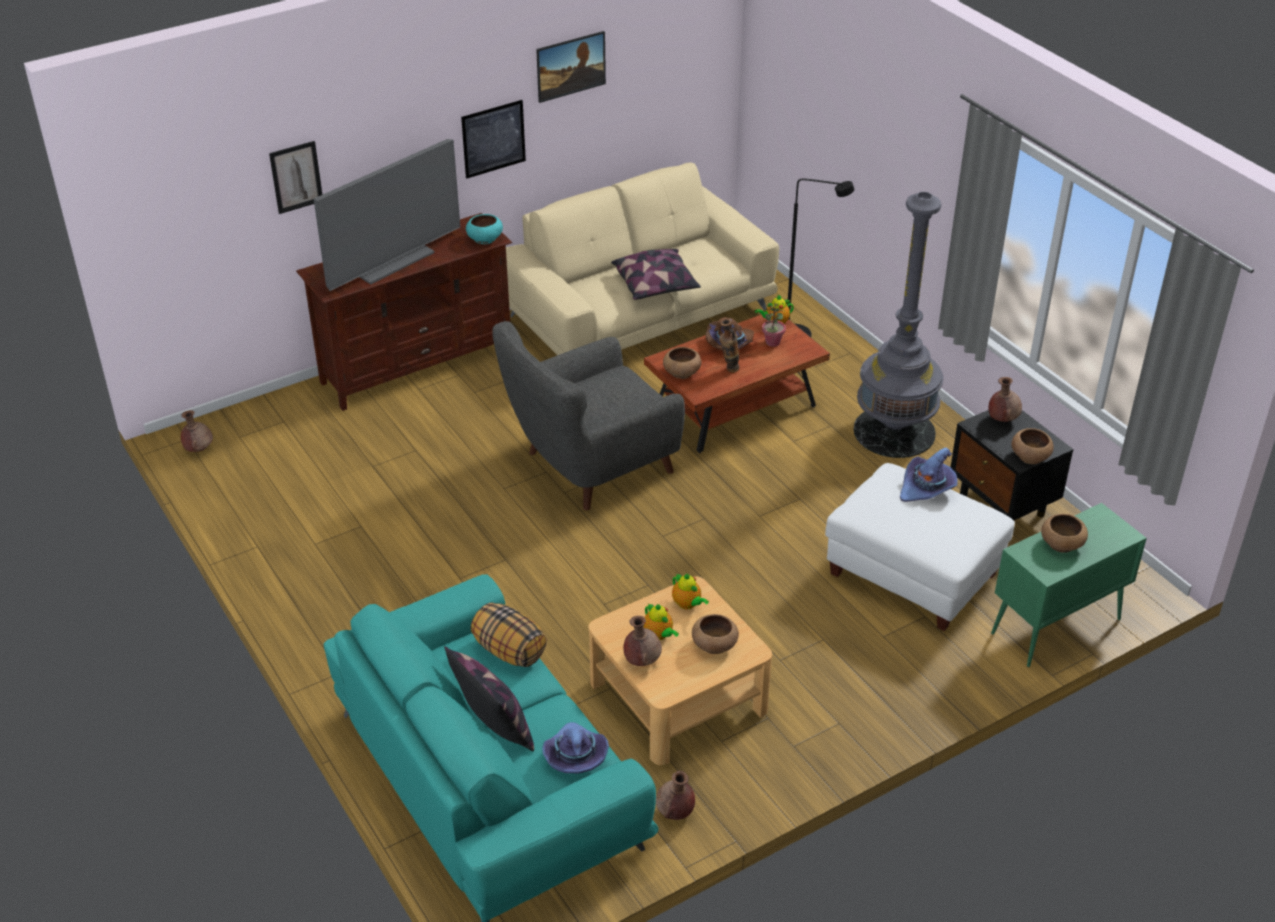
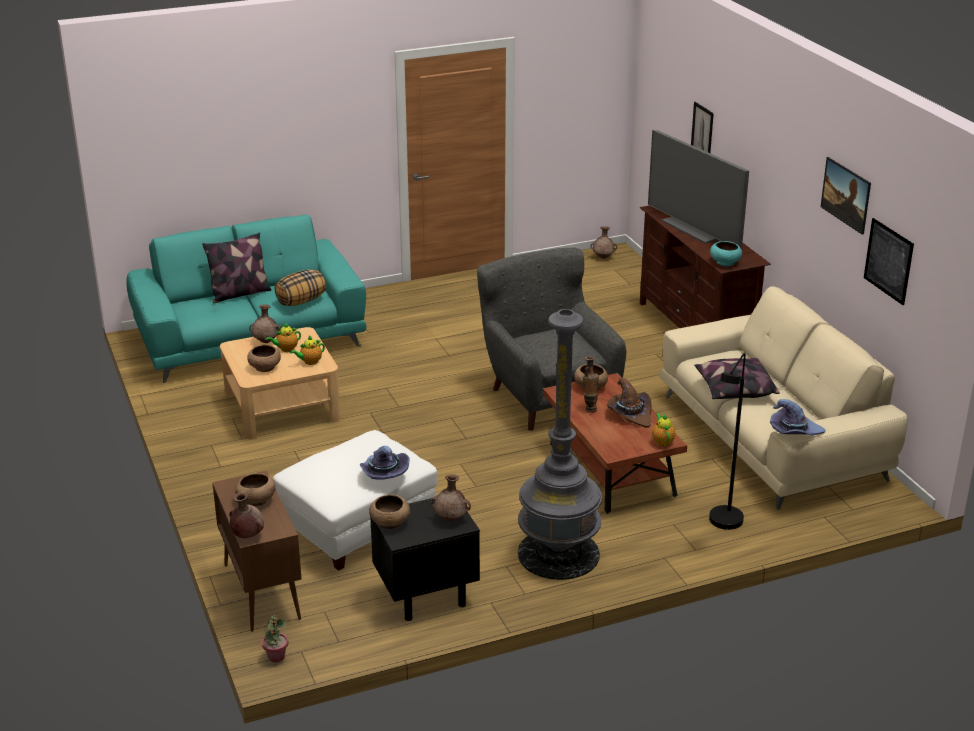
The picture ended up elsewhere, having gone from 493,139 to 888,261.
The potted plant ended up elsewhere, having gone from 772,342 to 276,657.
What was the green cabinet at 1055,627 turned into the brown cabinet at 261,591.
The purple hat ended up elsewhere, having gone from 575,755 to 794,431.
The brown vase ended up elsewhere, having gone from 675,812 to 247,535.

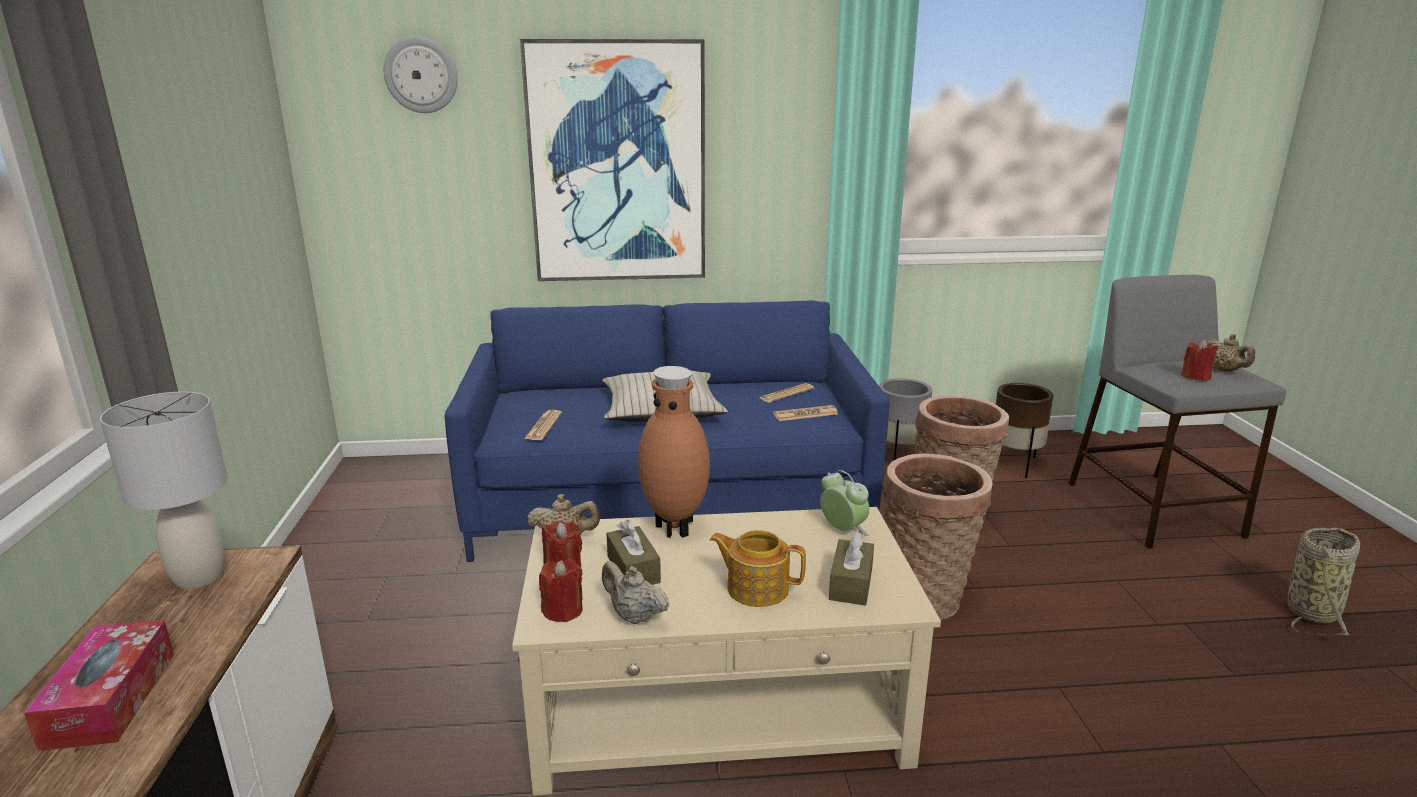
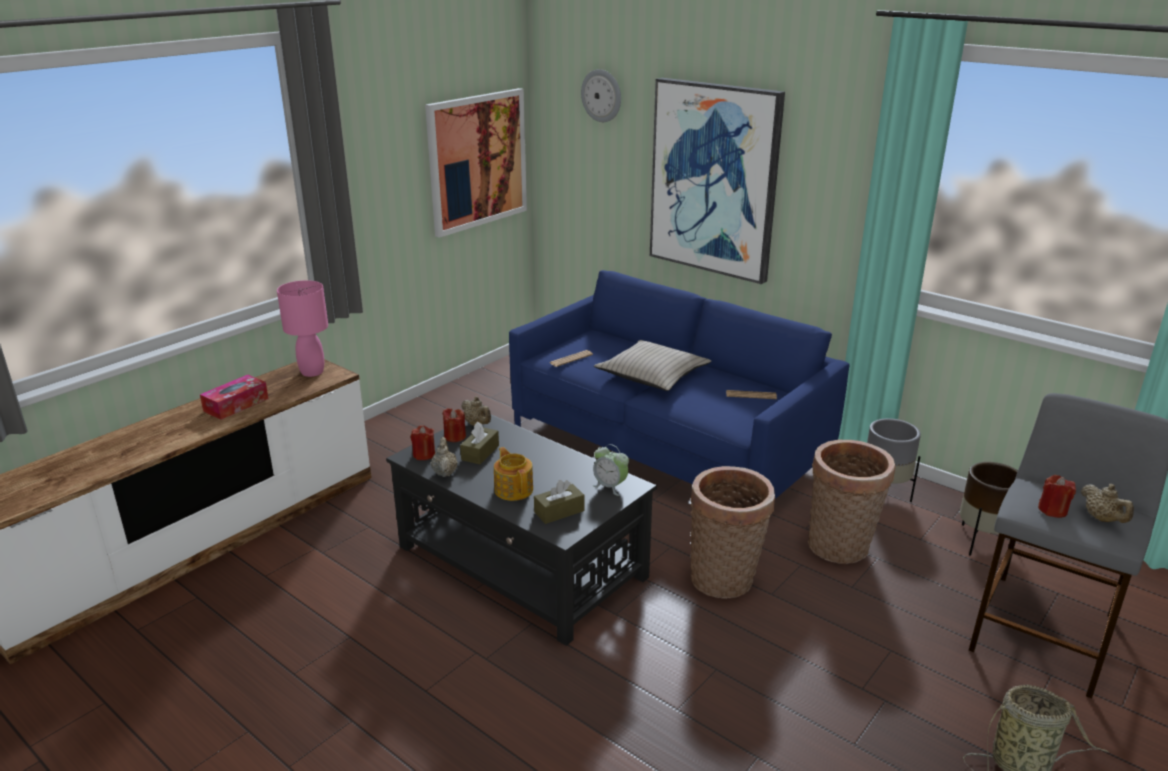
The beige teapot at 1225,370 ended up facing another way, 45 degrees counterclockwise from before.
The second view lost the brown vase at 676,527.
What was the grey table lamp at 200,576 turned into the pink table lamp at 312,372.
The second view lost the newspaper at 805,414.
The alarm clock at 842,530 ended up facing another way, 120 degrees clockwise from before.
What was the beige coffee table at 720,707 turned into the black coffee table at 522,562.
The second view gained the picture at 477,161.

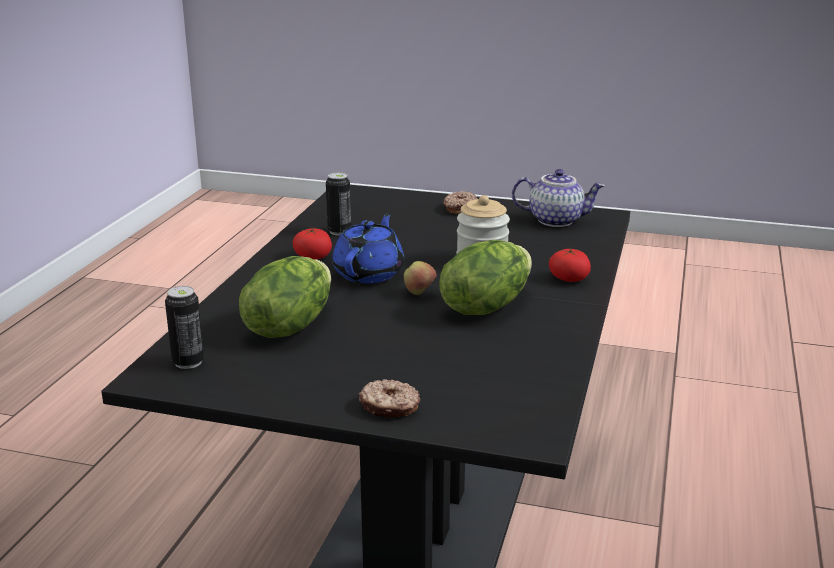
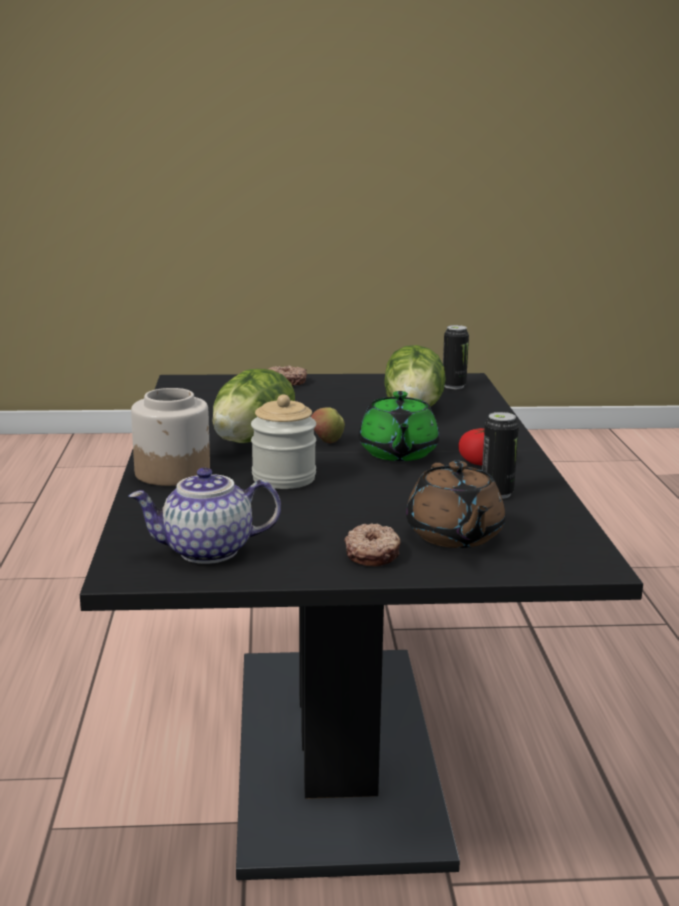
What was the blue teapot at 369,273 turned into the green teapot at 398,453.
Where the tomato stood at 569,278, the jar came to stand at 173,472.
The second view gained the brown teapot at 454,536.

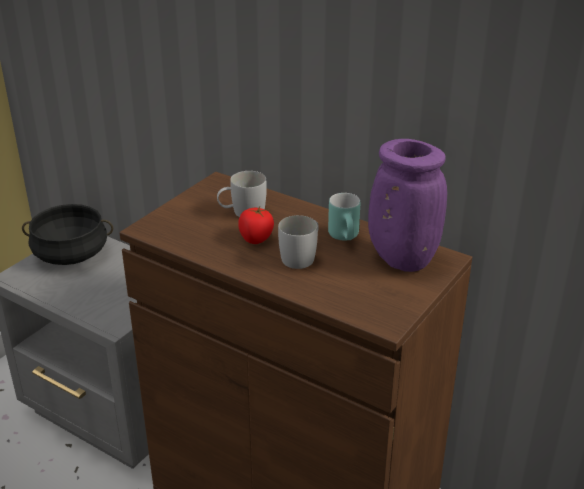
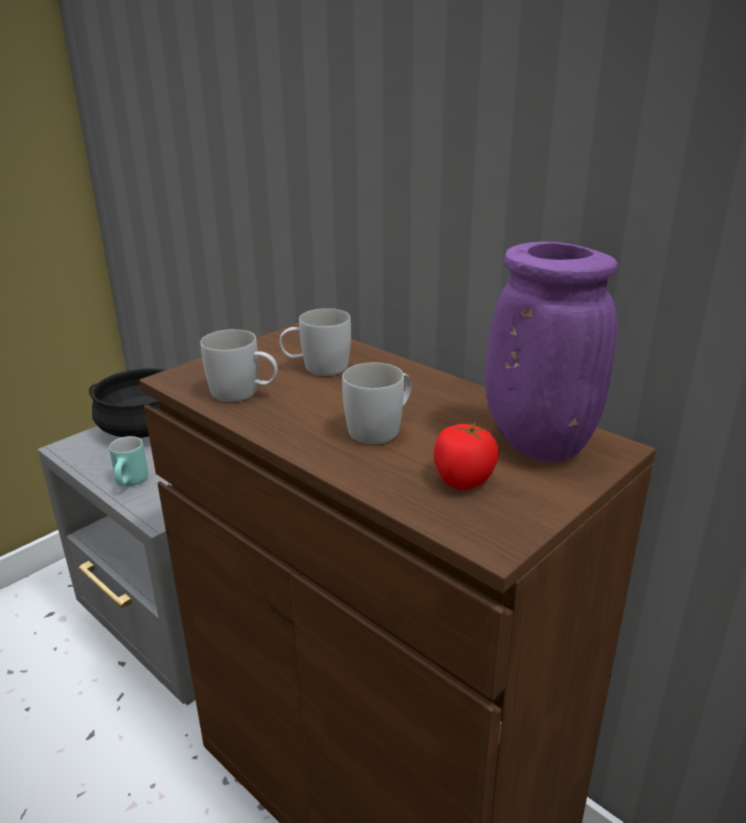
The turquoise mug ended up elsewhere, having gone from 347,238 to 132,483.
The tomato ended up elsewhere, having gone from 256,238 to 463,480.
The second view gained the white mug at 244,393.

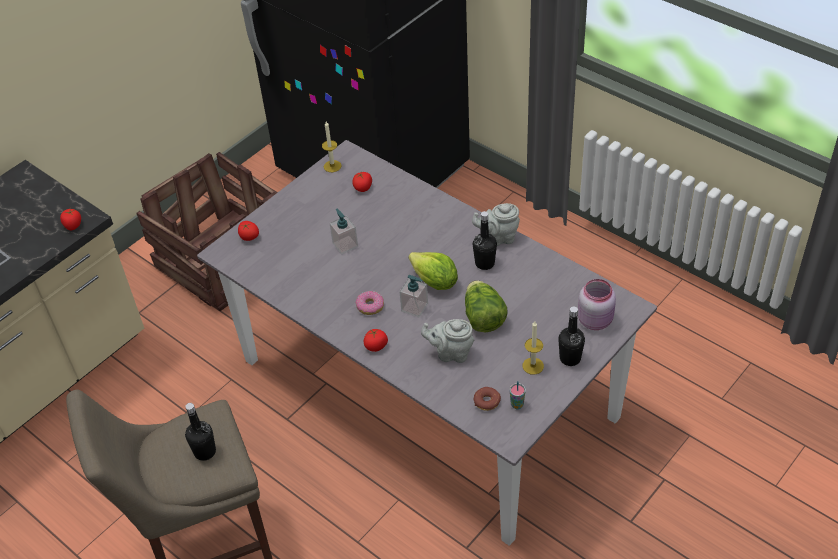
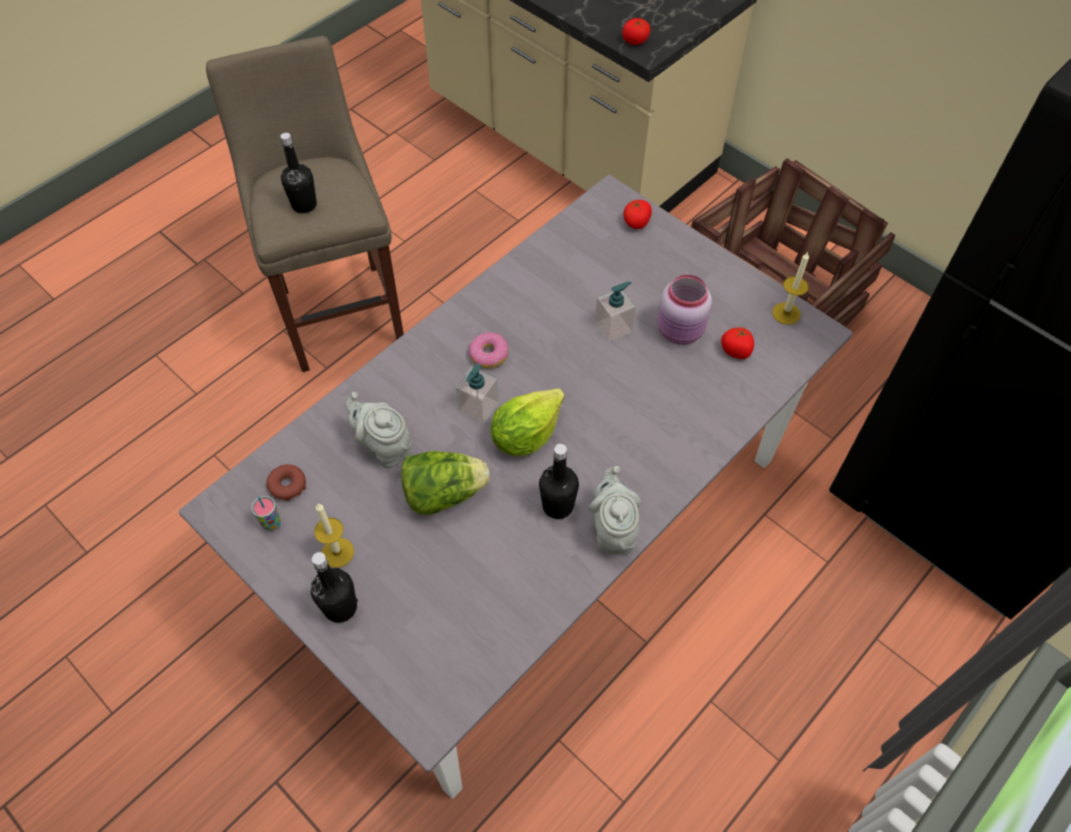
The pink jar ended up elsewhere, having gone from 596,320 to 681,332.
The grey teapot at 451,353 ended up facing another way, 60 degrees counterclockwise from before.
The second view lost the tomato at 376,346.

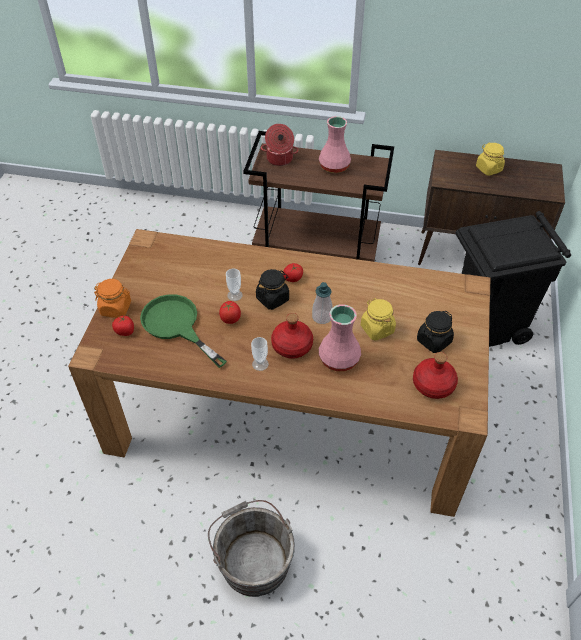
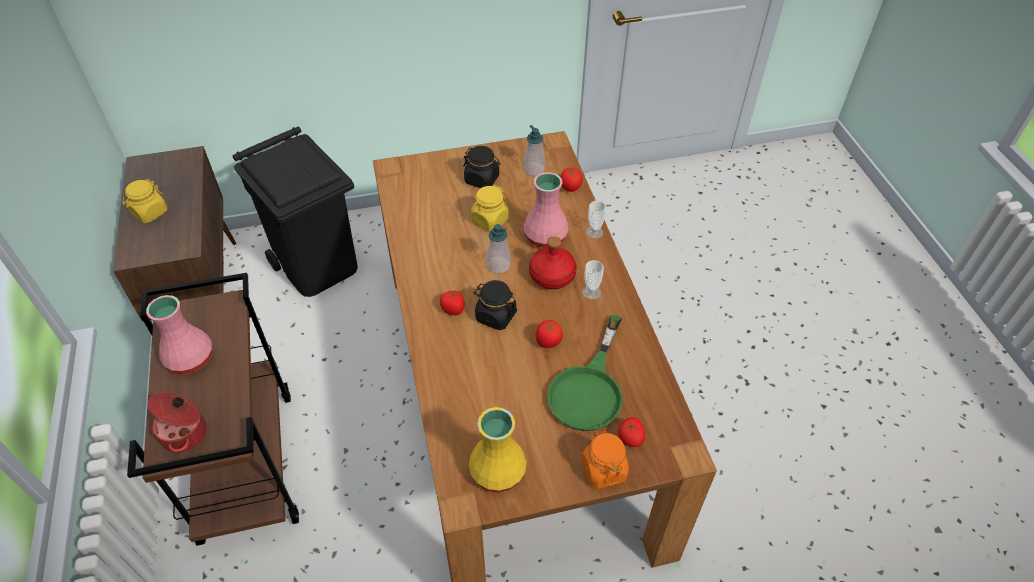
The cup ended up elsewhere, having gone from 234,295 to 594,232.
Where the red bottle stood at 432,384, the soap dispenser came to stand at 534,169.
The second view lost the grey bucket at 253,558.
The second view gained the tomato at 570,188.
The second view gained the yellow vase at 497,472.

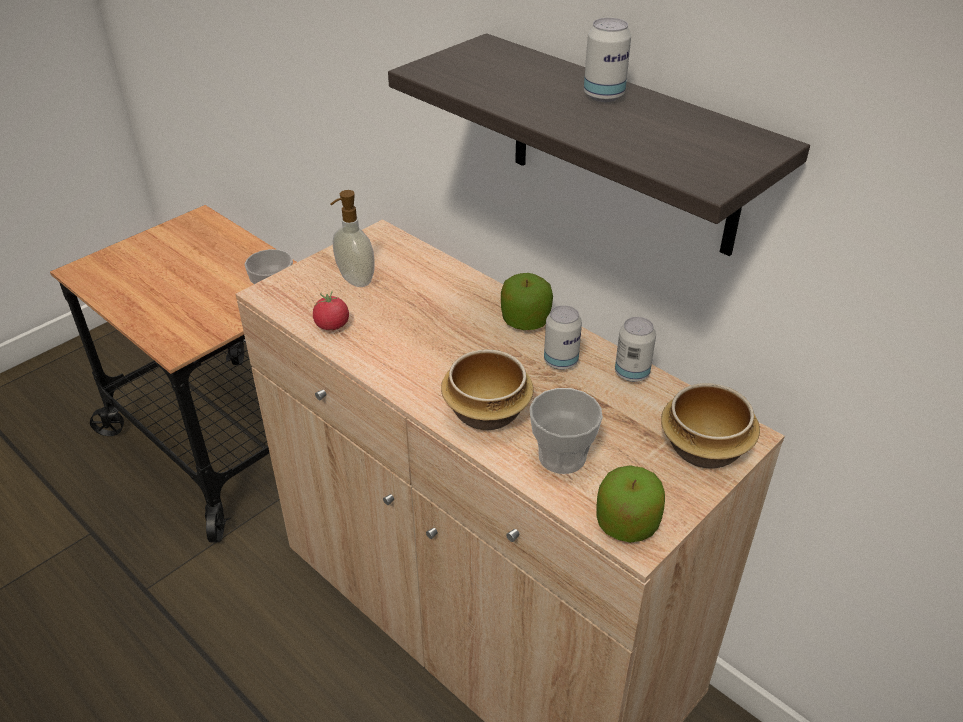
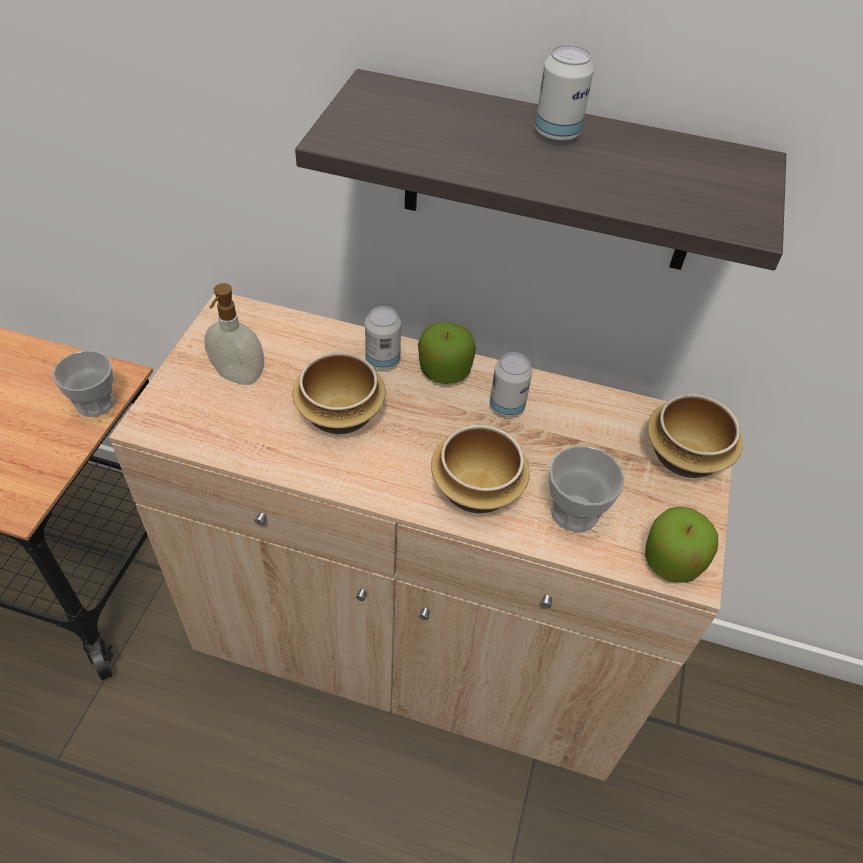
The second view lost the tomato at 332,325.
The can ended up elsewhere, having gone from 632,373 to 382,360.
The second view gained the bowl at 342,414.

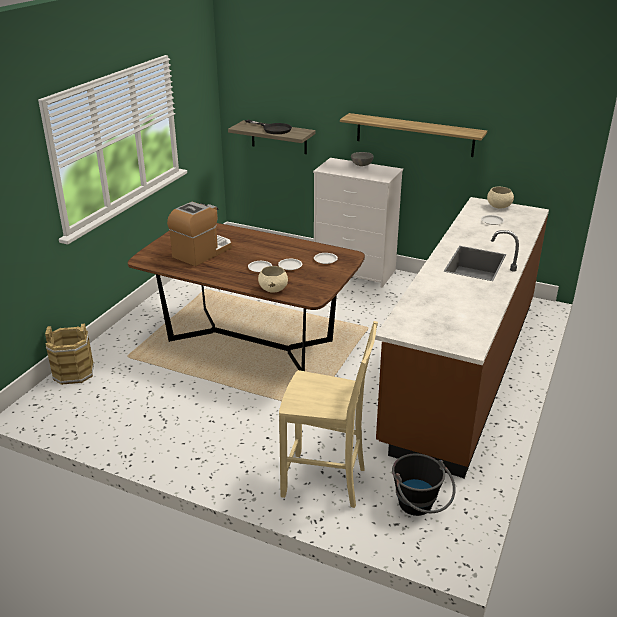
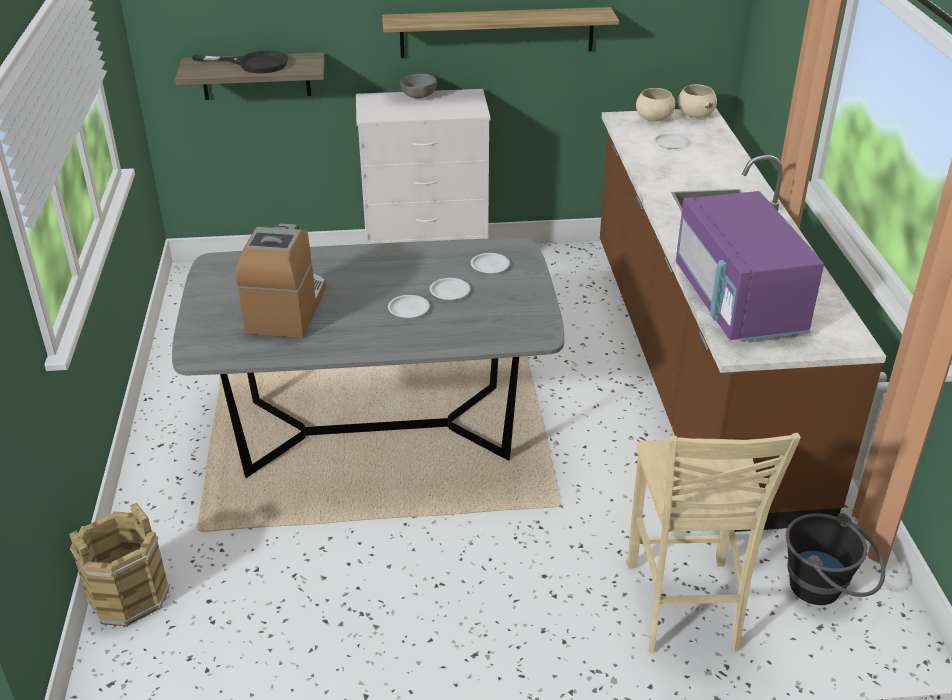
What was the brown dining table at 250,342 turned into the grey dining table at 377,432.
The beige bowl ended up elsewhere, having gone from 273,289 to 695,115.
The beige chair at 326,482 ended up facing another way, 105 degrees clockwise from before.
The second view gained the purple microwave at 738,303.

